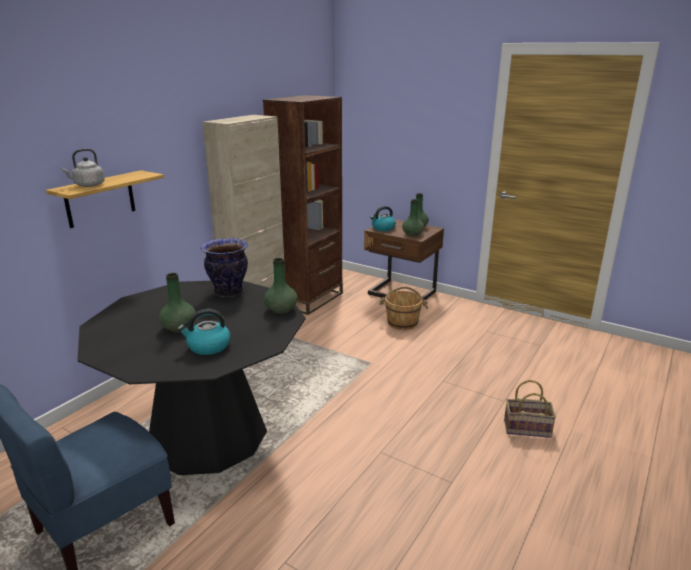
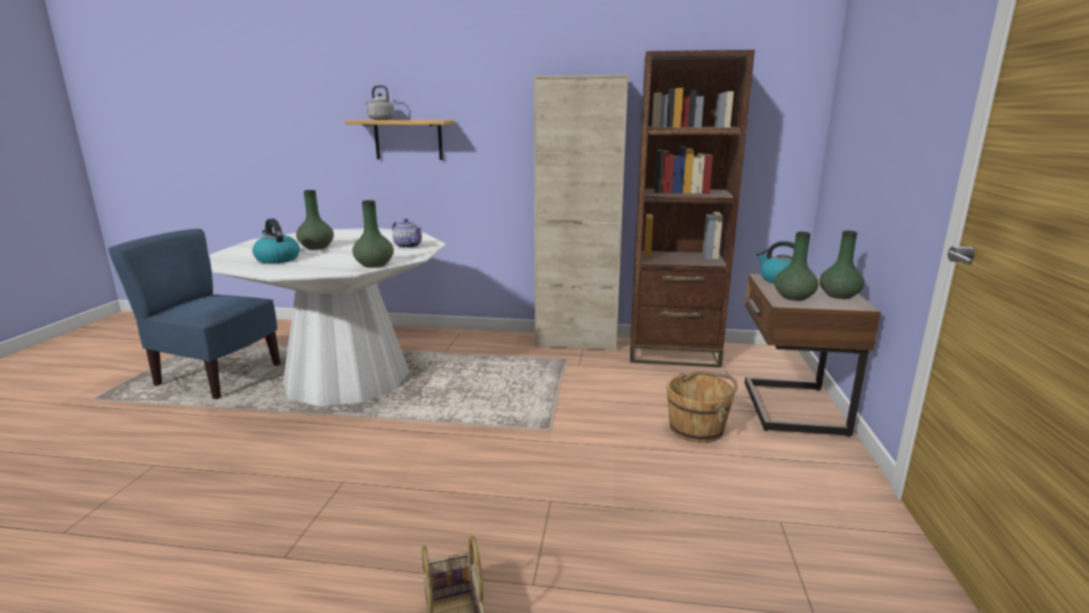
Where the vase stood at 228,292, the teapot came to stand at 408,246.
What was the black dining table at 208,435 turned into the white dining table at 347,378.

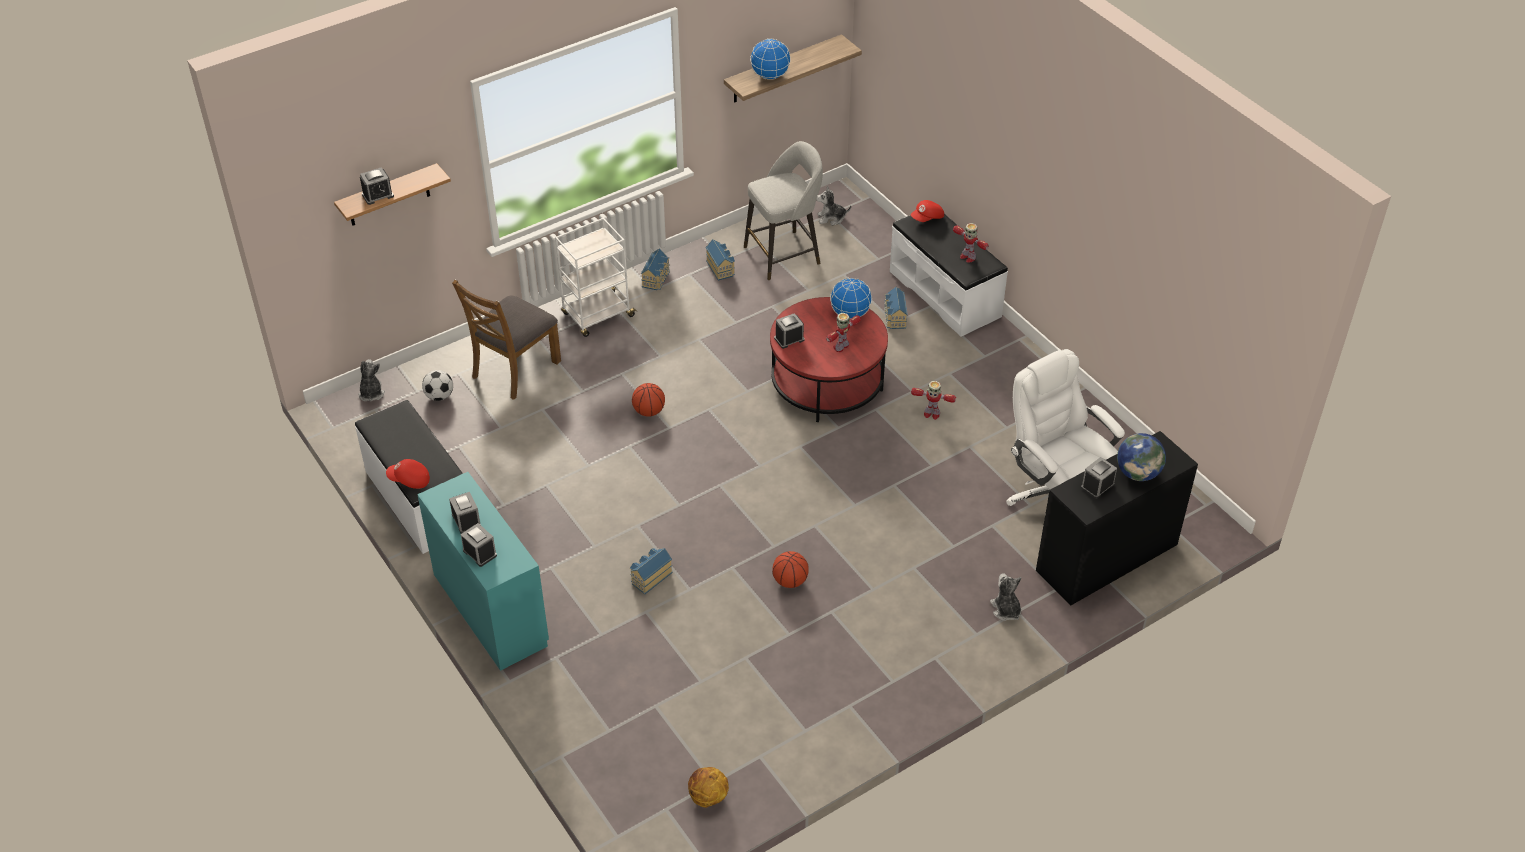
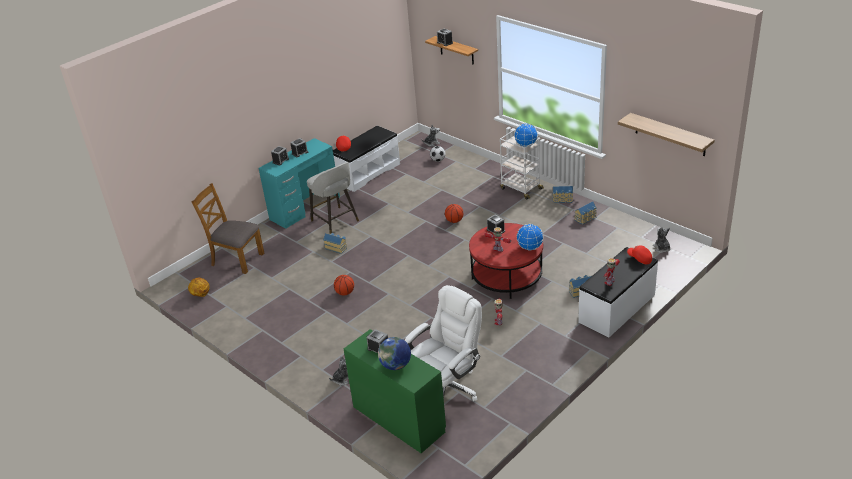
The globe ended up elsewhere, having gone from 770,76 to 526,145.
The grey stool ended up elsewhere, having gone from 784,254 to 336,221.
The brown chair ended up elsewhere, having gone from 515,369 to 237,259.
What was the black desk at 1107,558 turned into the green desk at 398,419.

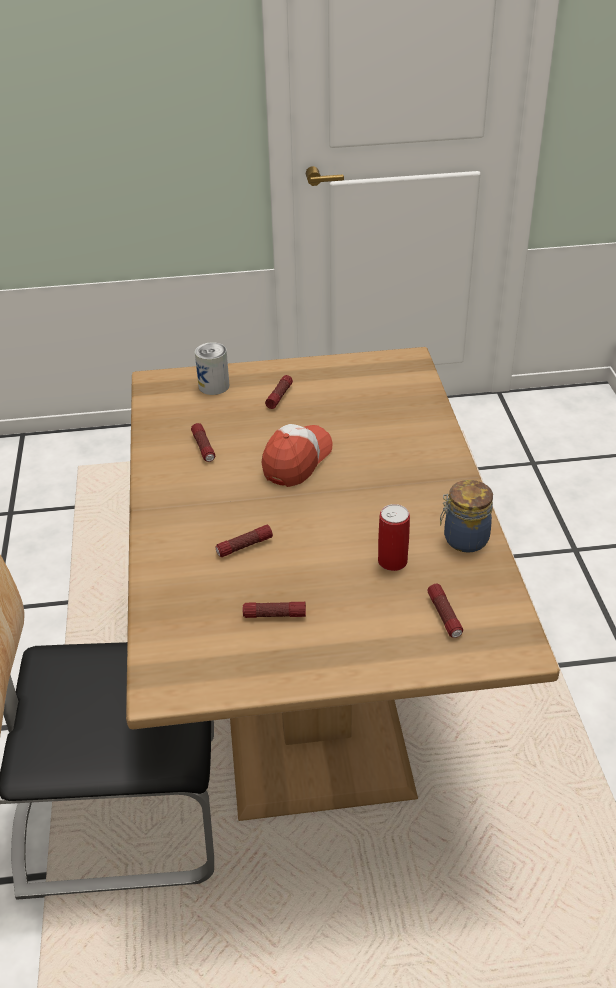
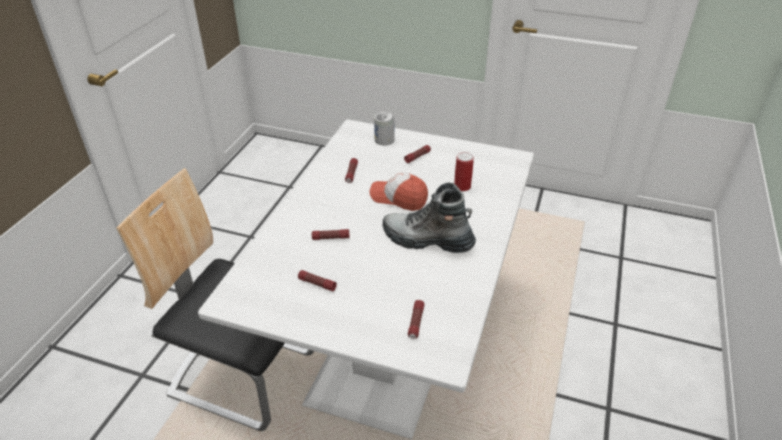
What was the brown dining table at 313,690 turned into the white dining table at 391,347.
The cap at 297,460 ended up facing another way, 120 degrees counterclockwise from before.
The second view lost the jar at 463,539.
The can ended up elsewhere, having gone from 392,561 to 462,186.
The second view gained the boot at 427,240.

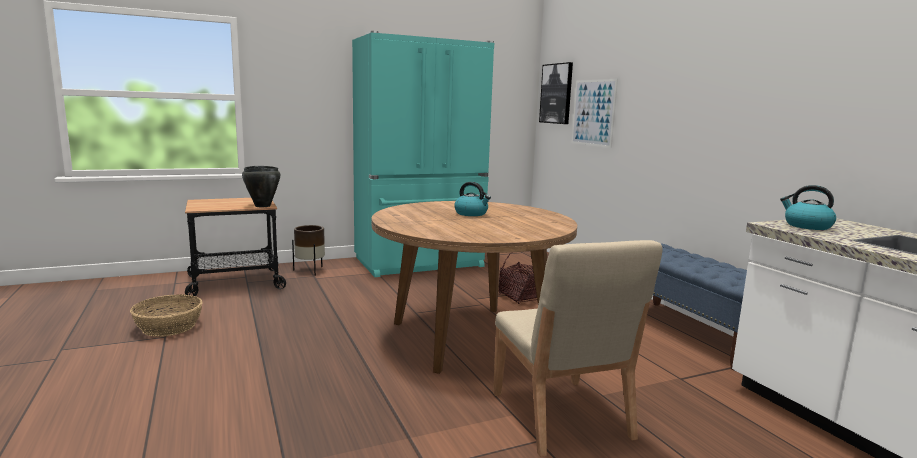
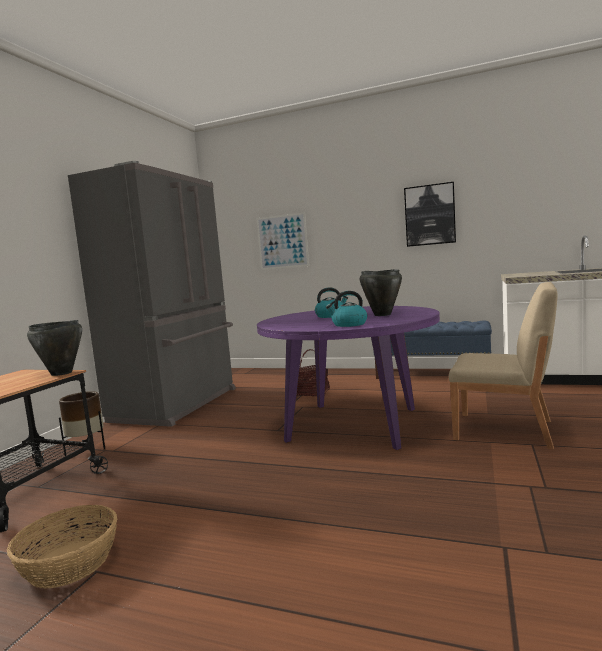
What was the turquoise fridge at 420,263 turned into the grey fridge at 178,404.
The picture ended up elsewhere, having gone from 556,93 to 430,215.
The kettle ended up elsewhere, having gone from 806,226 to 349,324.
What was the brown dining table at 469,337 turned into the purple dining table at 353,424.
The second view gained the black cooking pot at 382,315.

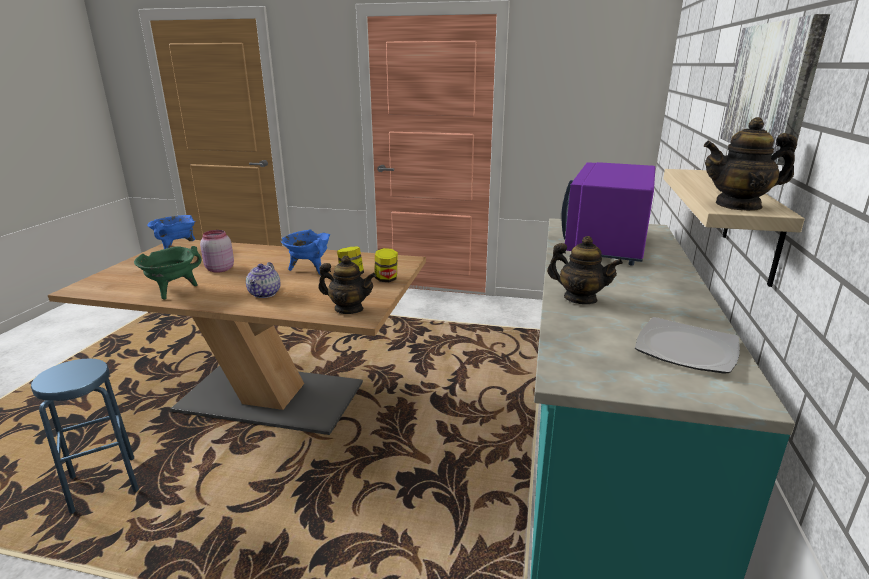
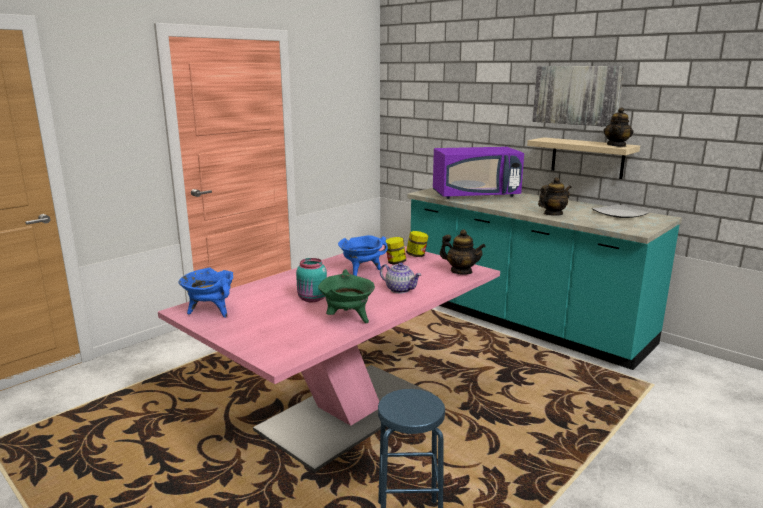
The purple microwave at 607,244 ended up facing another way, 60 degrees counterclockwise from before.
What was the pink jar at 219,269 turned into the turquoise jar at 312,299.
What was the brown dining table at 271,397 turned into the pink dining table at 347,413.
The teapot at 349,309 ended up facing another way, 75 degrees clockwise from before.

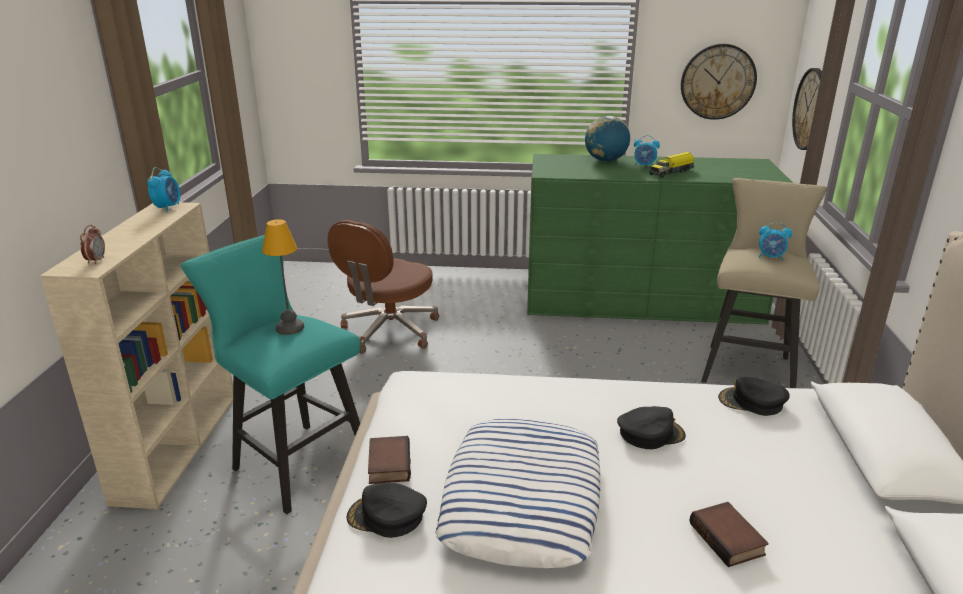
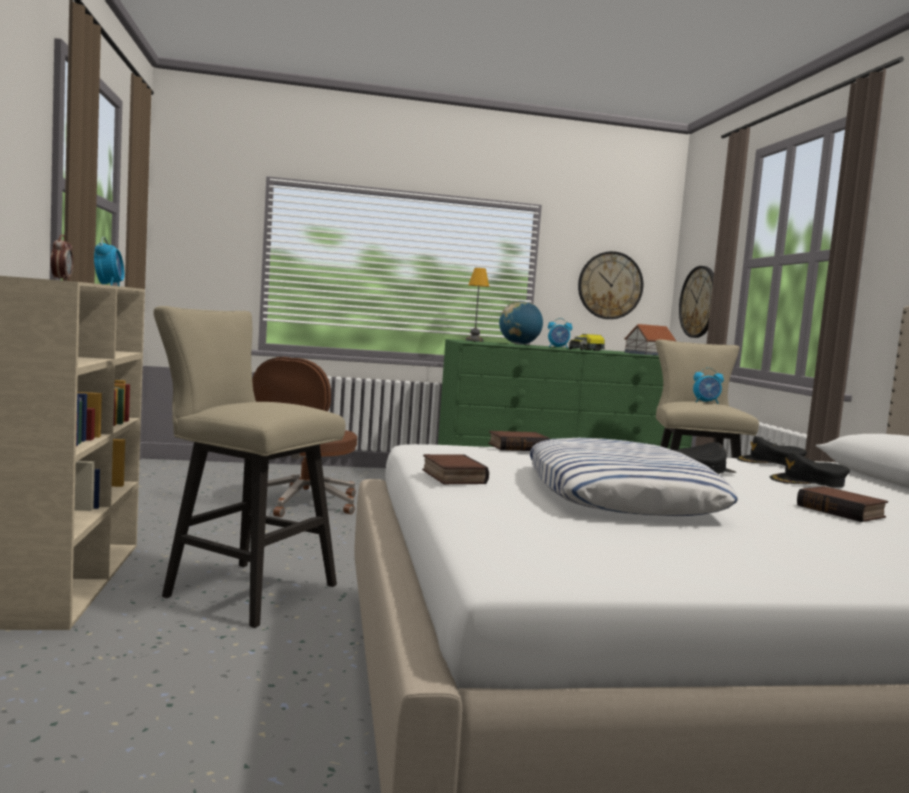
The table lamp ended up elsewhere, having gone from 291,328 to 475,341.
What was the turquoise stool at 294,461 turned into the beige stool at 241,589.
The black cap ended up elsewhere, having gone from 387,516 to 808,482.
The second view gained the toy house at 650,354.
The second view gained the book at 518,447.

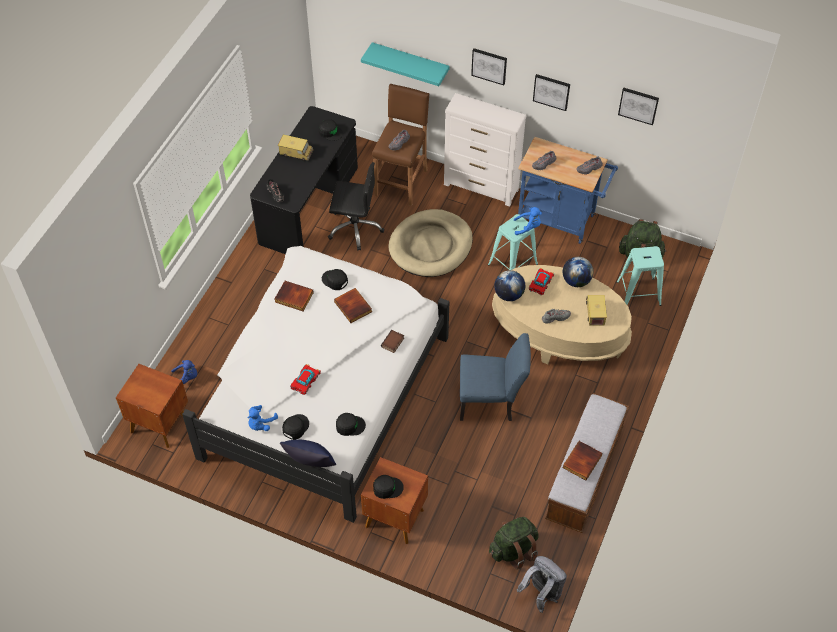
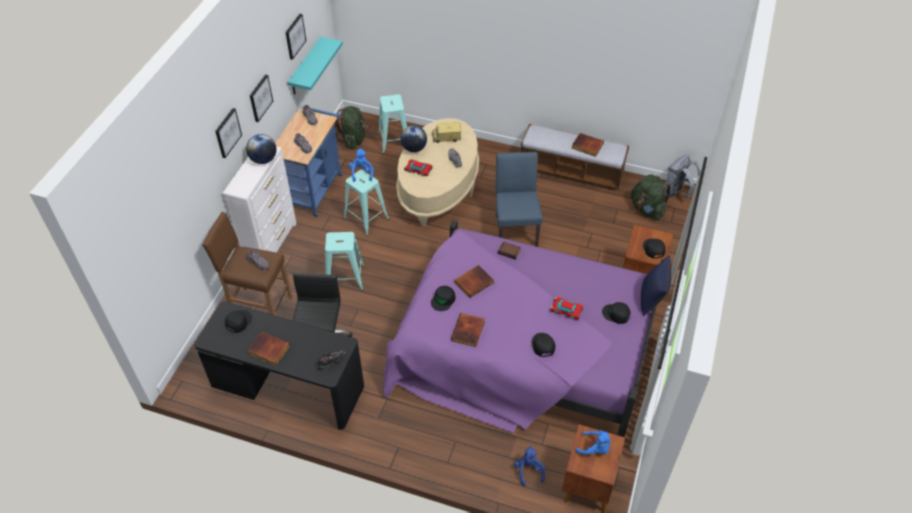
The turquoise shelf ended up elsewhere, having gone from 410,62 to 305,67.
Where the toy truck stood at 296,153, the book came to stand at 268,350.
Where the beige dog bed stood at 431,246, the turquoise stool came to stand at 345,278.
What was the white bed at 321,388 turned into the purple bed at 521,349.
The globe ended up elsewhere, having gone from 508,295 to 263,159.
The blue plush toy ended up elsewhere, having gone from 260,424 to 595,448.
The black cap ended up elsewhere, having gone from 350,425 to 543,345.

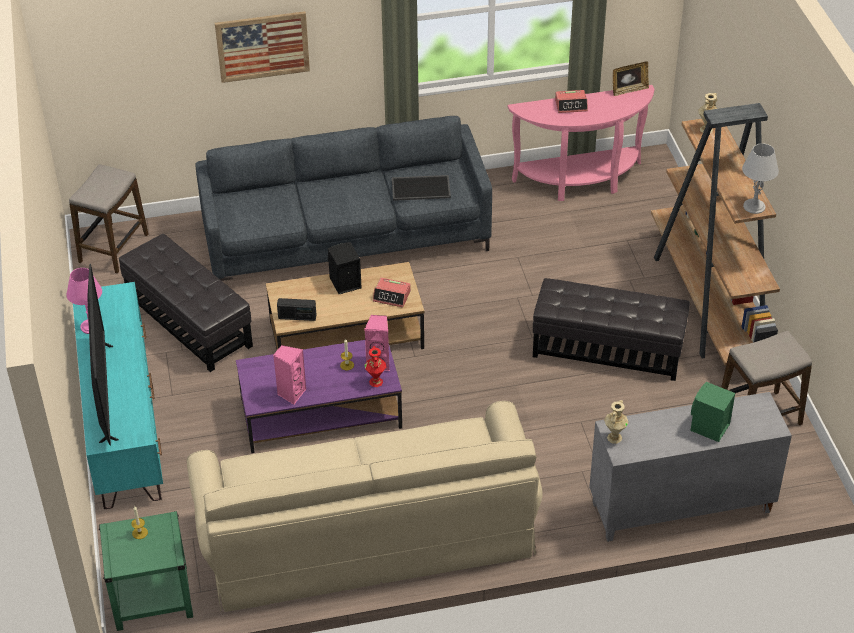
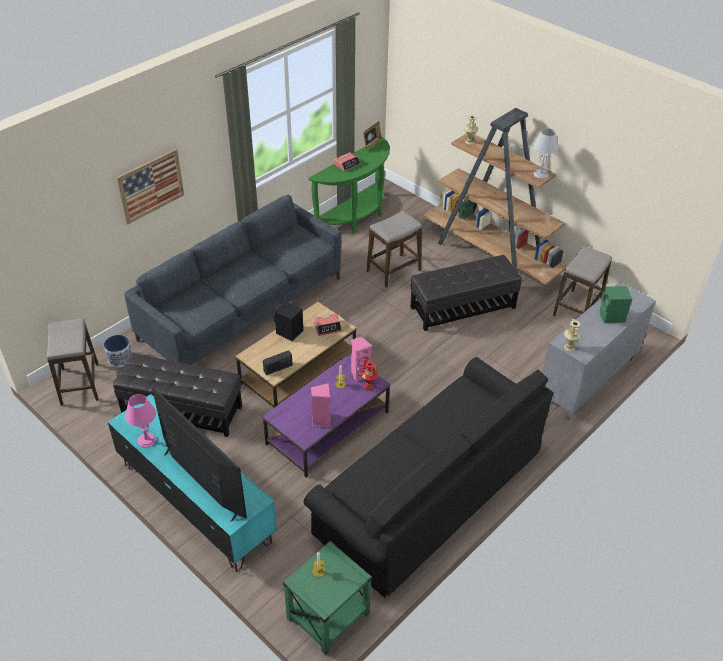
What was the pink console table at 580,182 turned into the green console table at 356,217.
The second view lost the tray at 421,187.
What was the beige sofa at 367,533 turned into the black sofa at 429,491.
The second view gained the stool at 394,271.
The second view gained the planter at 120,358.

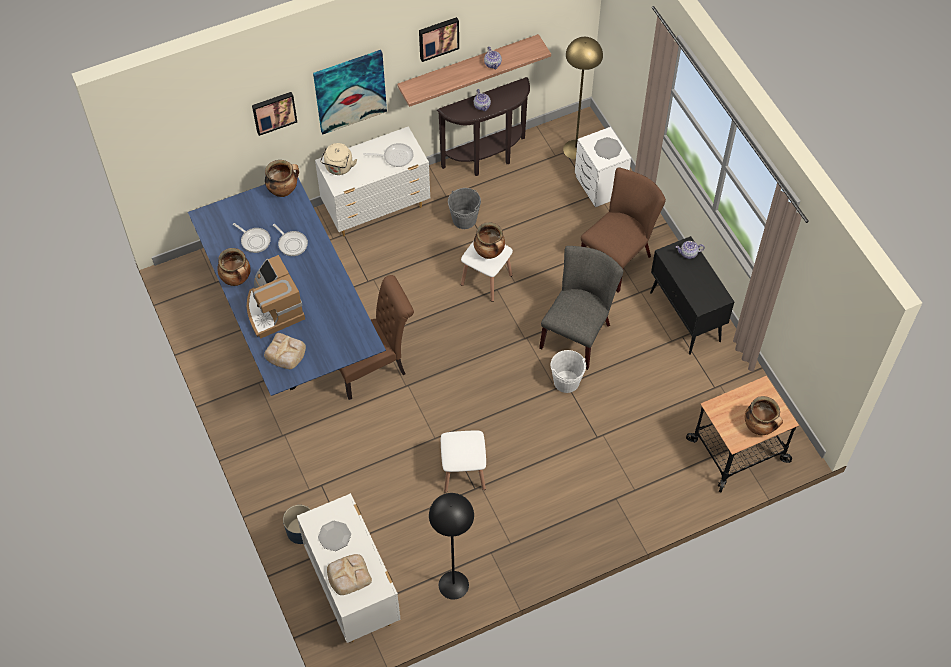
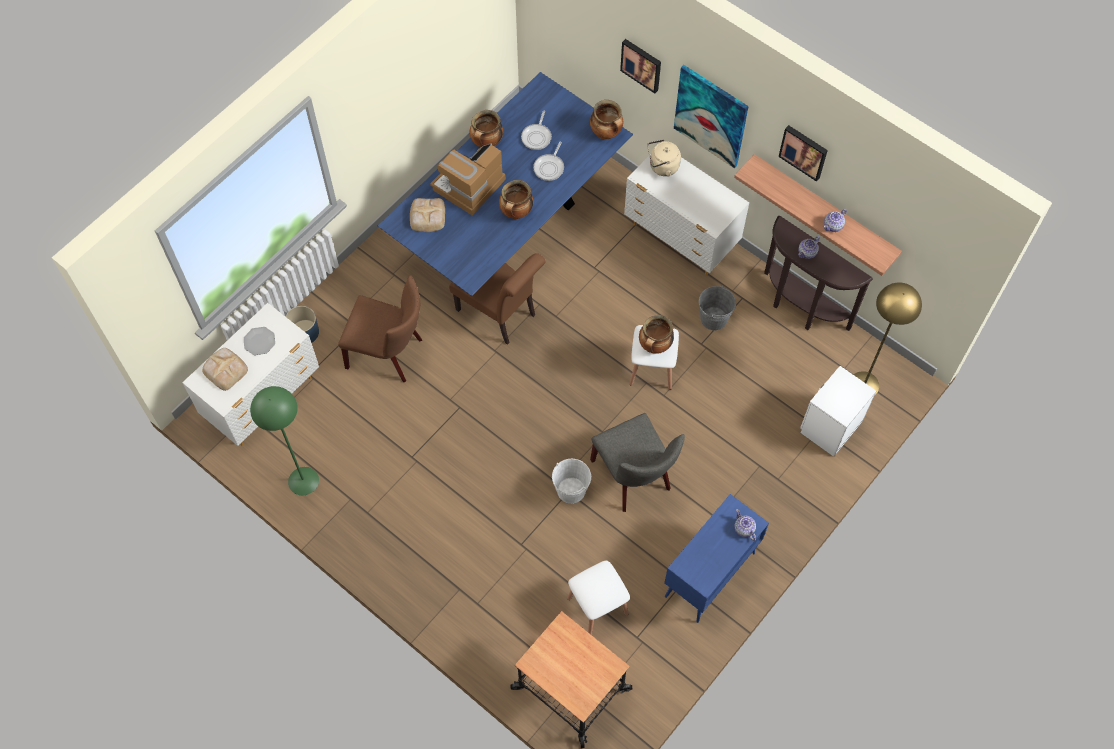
The second view lost the plate at 607,148.
The second view lost the frying pan at 395,157.
The brown chair ended up elsewhere, having gone from 618,257 to 389,353.
What was the black cabinet at 685,317 turned into the blue cabinet at 709,575.
The grey chair at 578,333 ended up facing another way, 60 degrees clockwise from before.
The cooking pot ended up elsewhere, having gone from 760,427 to 516,213.
The white stool ended up elsewhere, having gone from 463,472 to 597,606.
What was the black floor lamp at 453,585 turned into the green floor lamp at 303,480.

